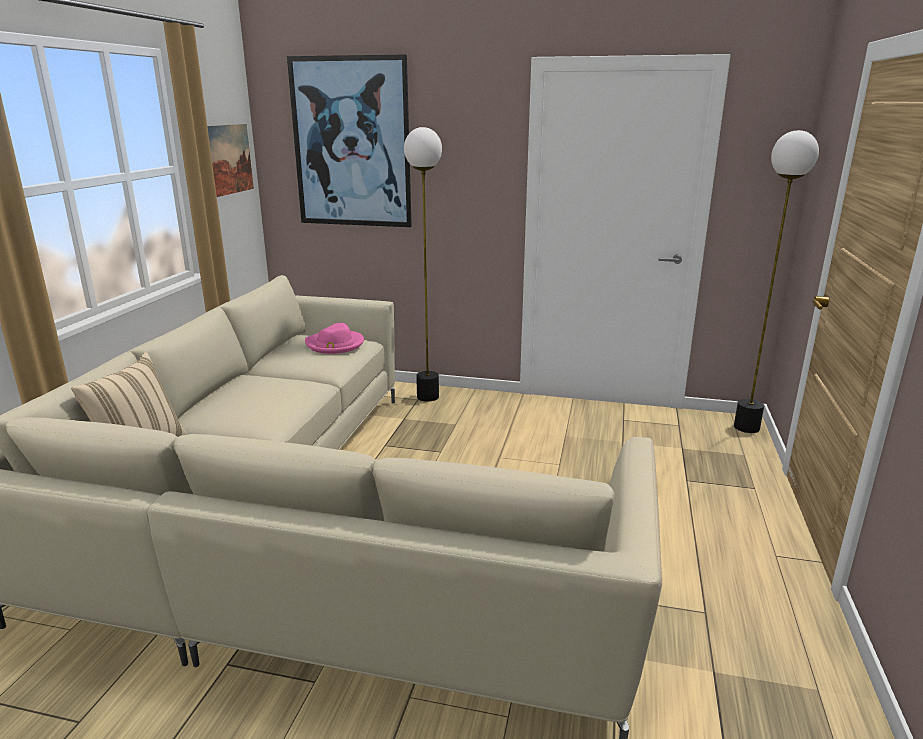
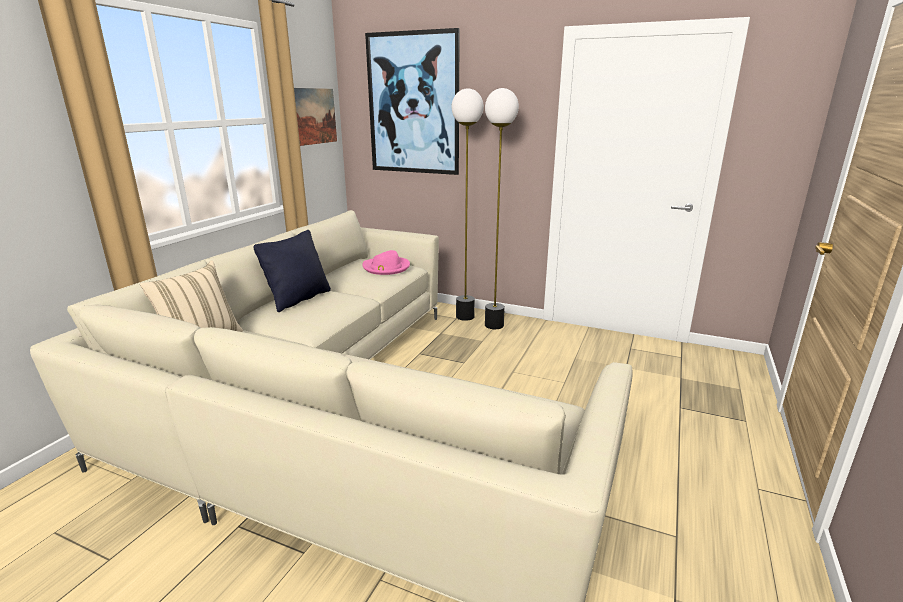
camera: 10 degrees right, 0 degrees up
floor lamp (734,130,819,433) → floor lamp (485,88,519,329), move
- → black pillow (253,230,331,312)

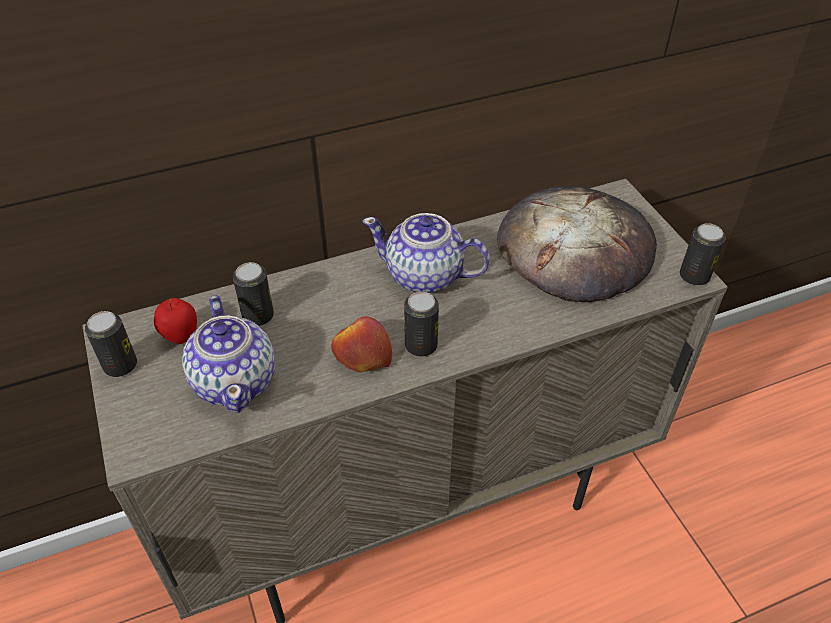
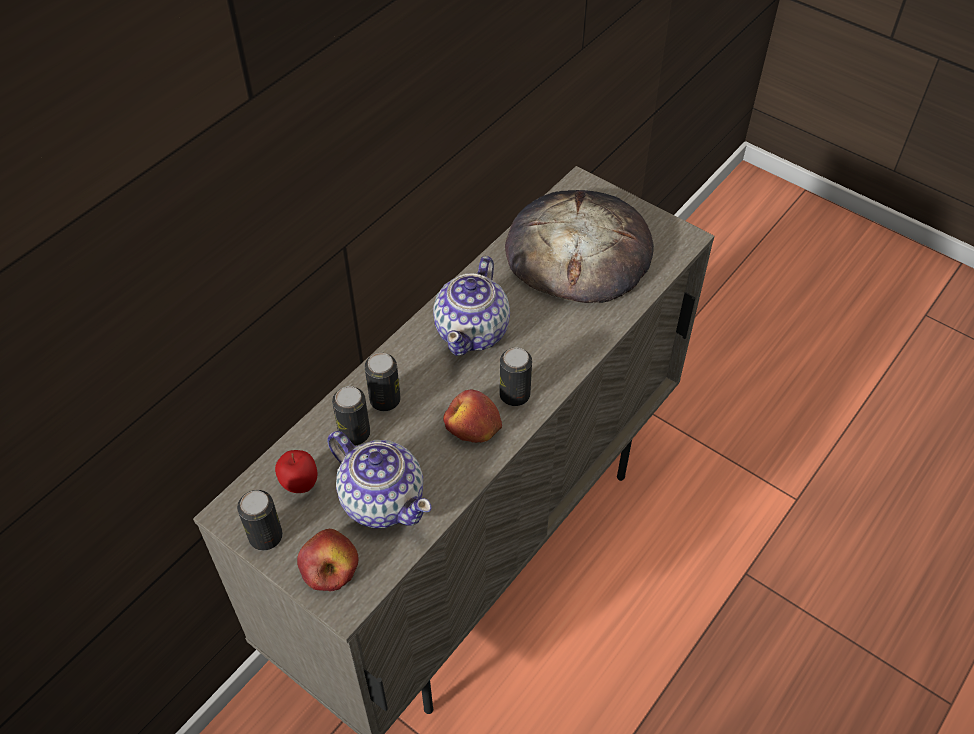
camera: 30 degrees left, 5 degrees up
teapot (362,213,490,293) → teapot (433,256,510,355), 60 degrees counterclockwise
can (680,223,726,286) → can (365,353,401,411), move
- → apple (297,529,359,591)

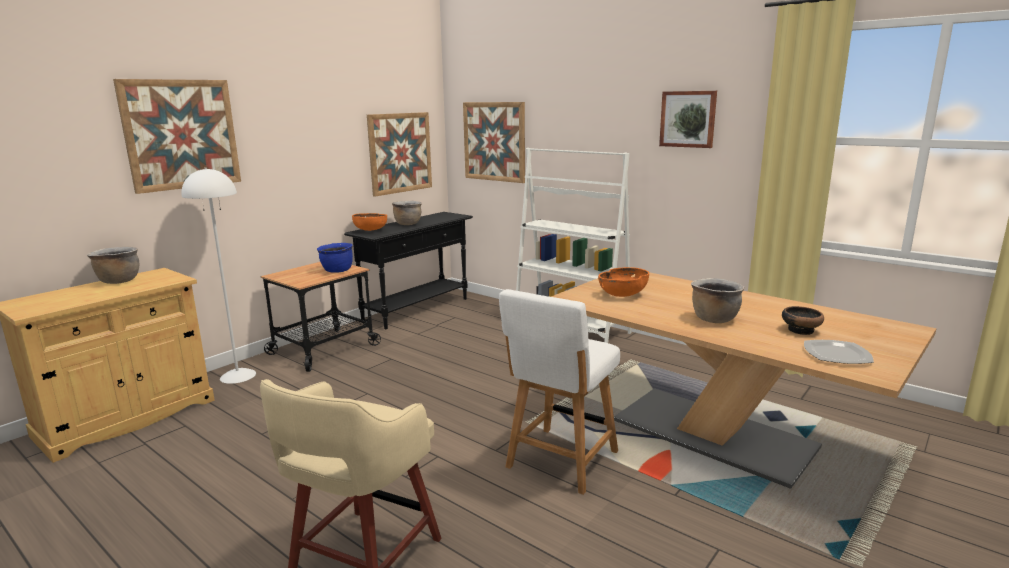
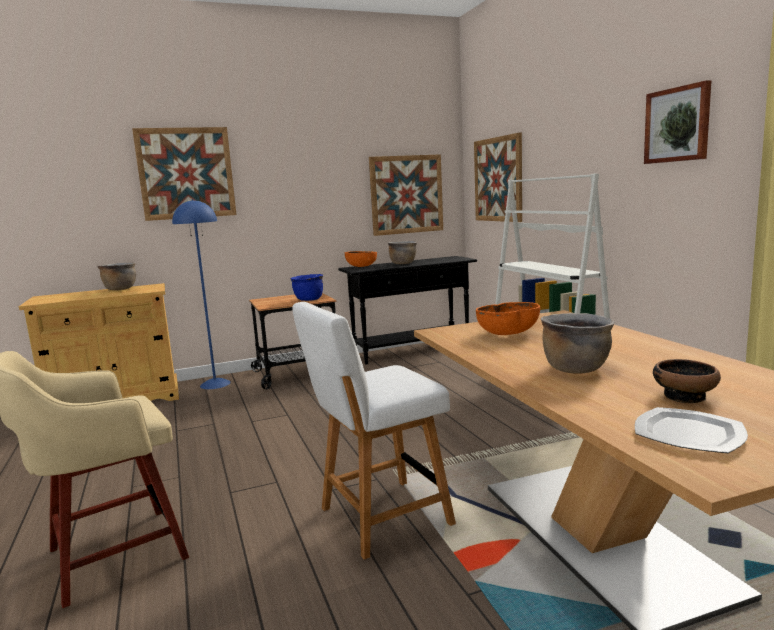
camera: 30 degrees right, 5 degrees down
white floor lamp (181,168,256,384) → blue floor lamp (172,199,231,389)

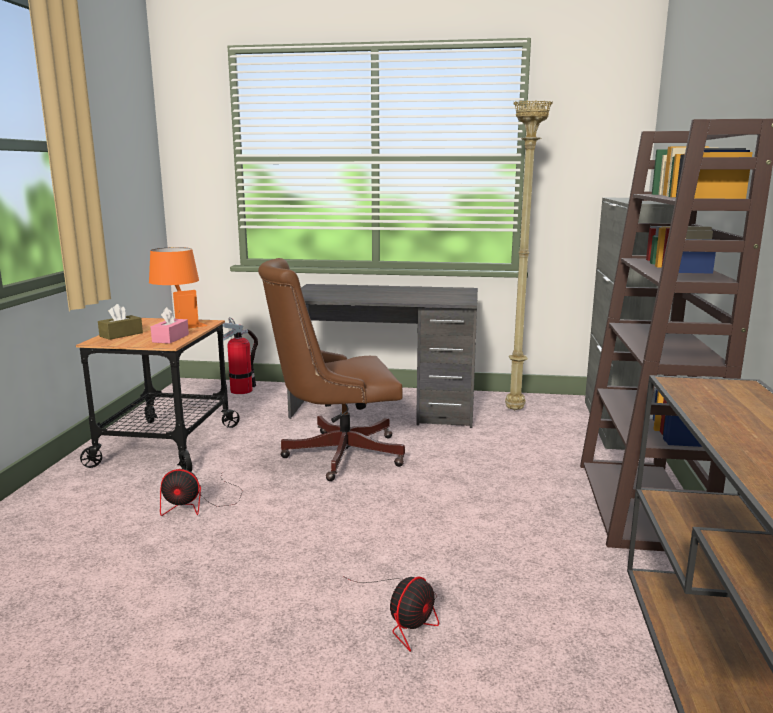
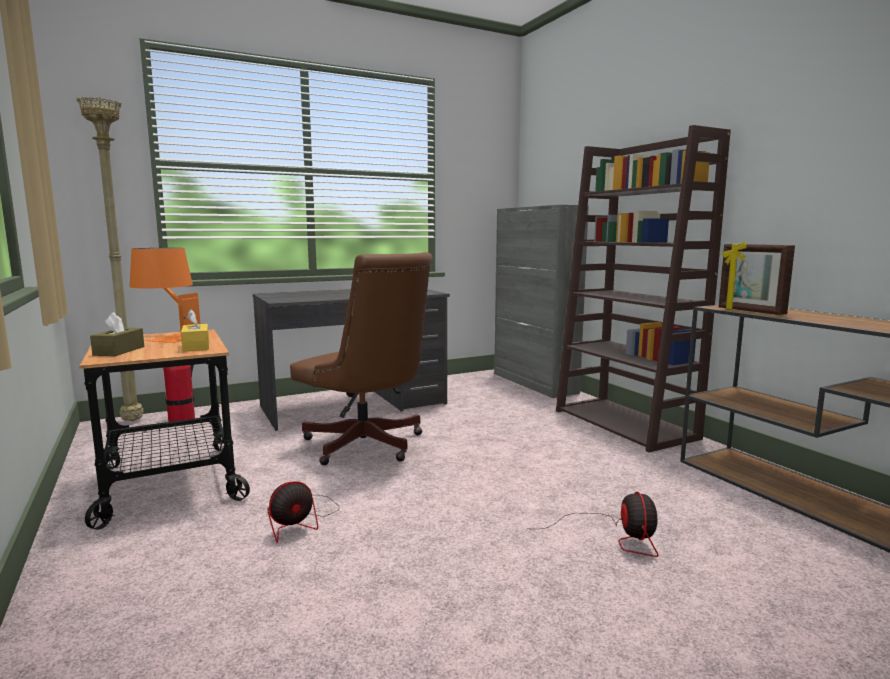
camera: 35 degrees left, 5 degrees down
beige floor lamp (505,100,553,410) → beige floor lamp (76,97,144,421), move
brown office chair (258,258,405,481) → brown office chair (290,252,433,465), 90 degrees counterclockwise
pink tissue box (151,307,189,344) → yellow tissue box (181,309,209,352)
- → picture frame (719,241,795,315)

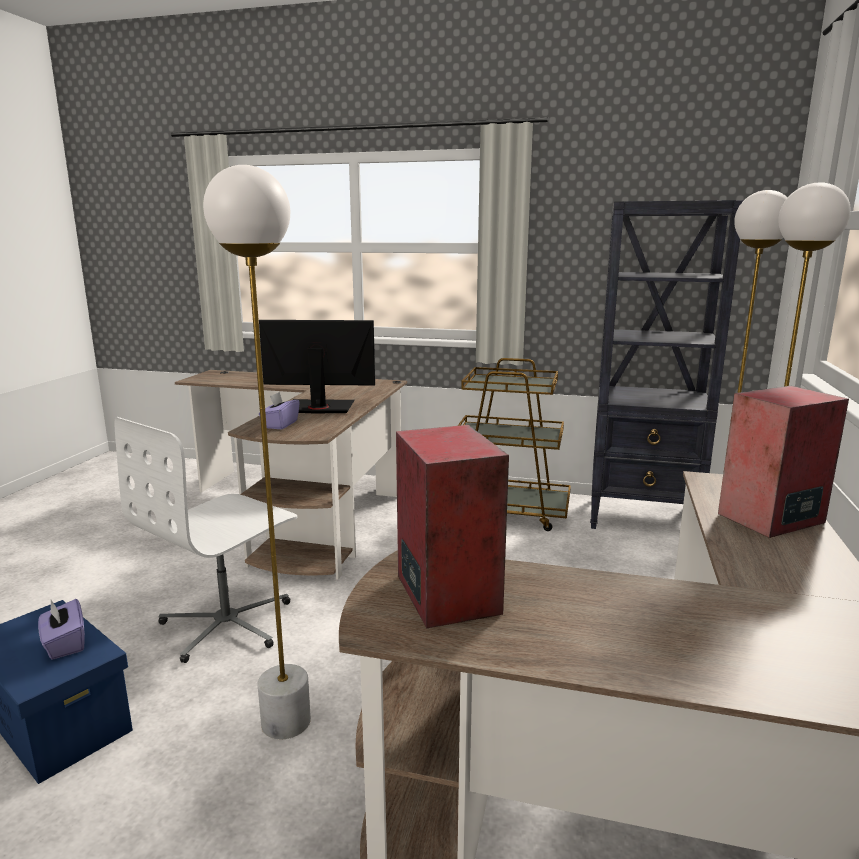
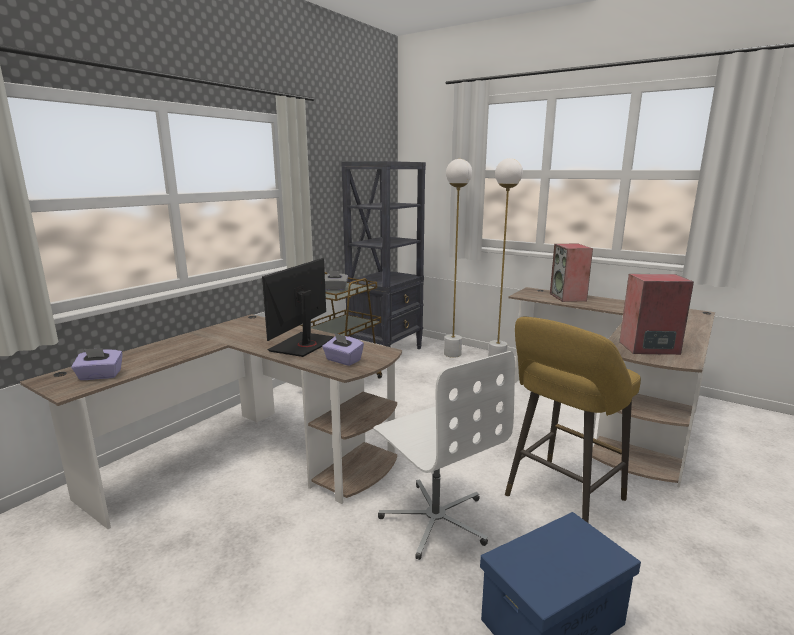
camera: 70 degrees left, 0 degrees up
white floor lamp (203,165,311,739) → yellow stool (505,317,641,523)
purple tissue box (38,599,85,660) → purple tissue box (71,348,123,380), move
- → grey tissue box (325,271,348,291)

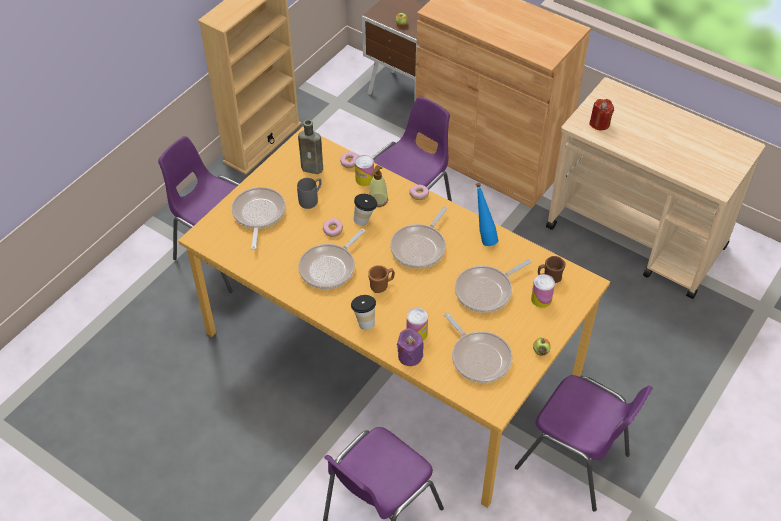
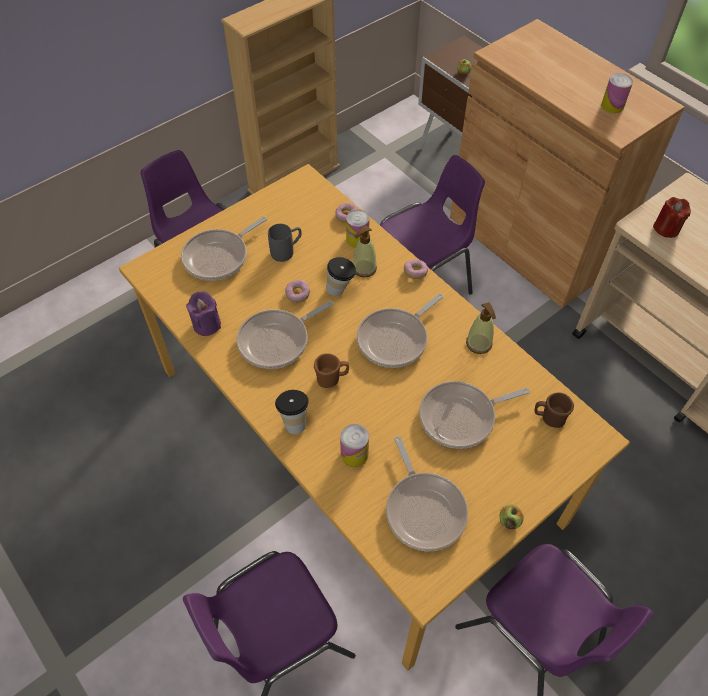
camera: 15 degrees right, 5 degrees up
brown bottle (298,120,323,174) → -
blue bottle (476,183,498,246) → soap dispenser (466,302,496,354)
frying pan (232,187,286,250) → frying pan (181,216,267,281), 150 degrees counterclockwise
can (531,274,555,308) → can (601,73,633,113), move
purple candle (397,328,424,366) → purple candle (186,291,221,336), move

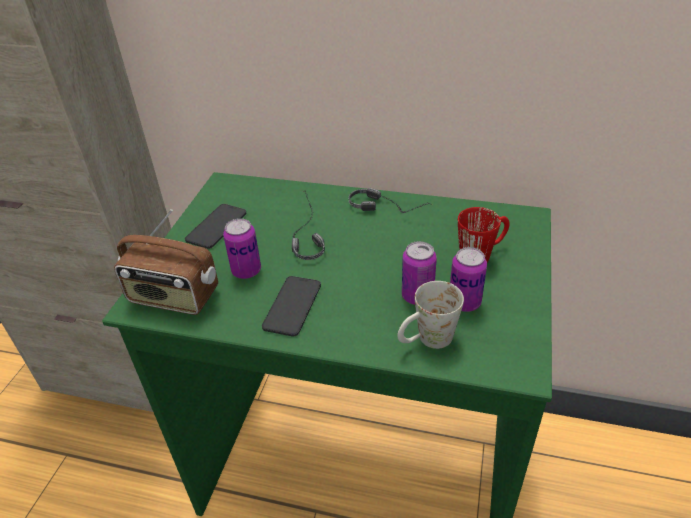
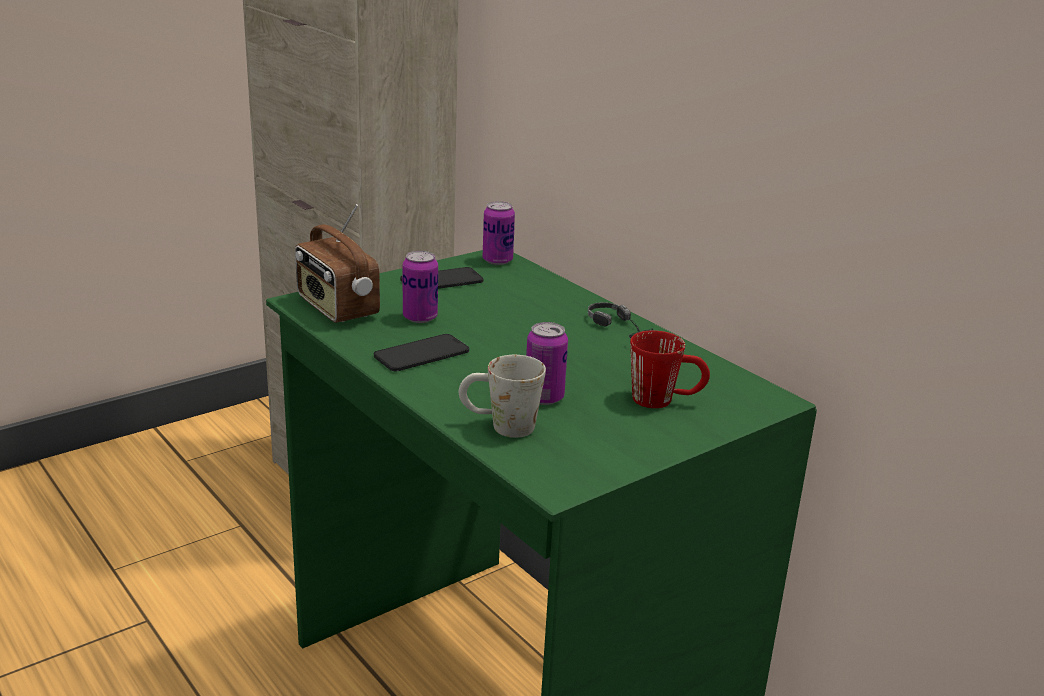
camera: 35 degrees right, 15 degrees down
headphones (292,190,325,260) → -
can (450,247,487,312) → can (483,201,515,265), move

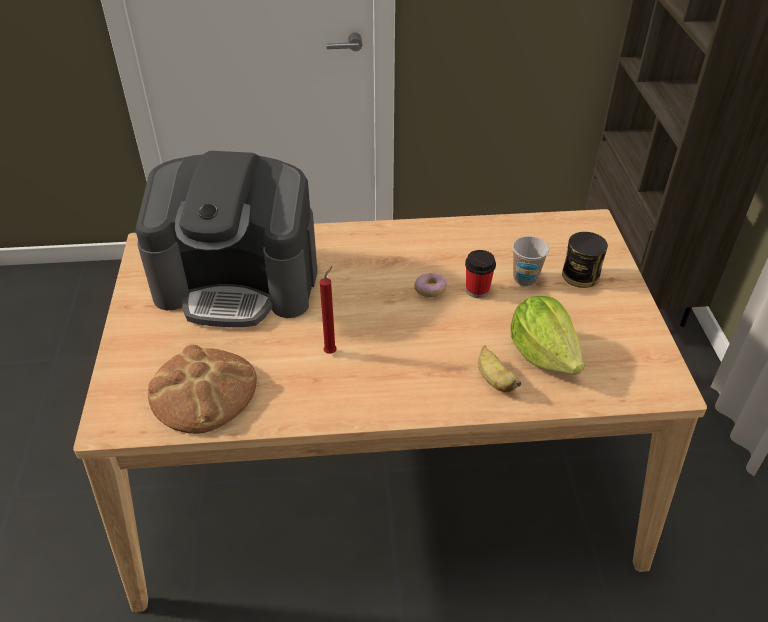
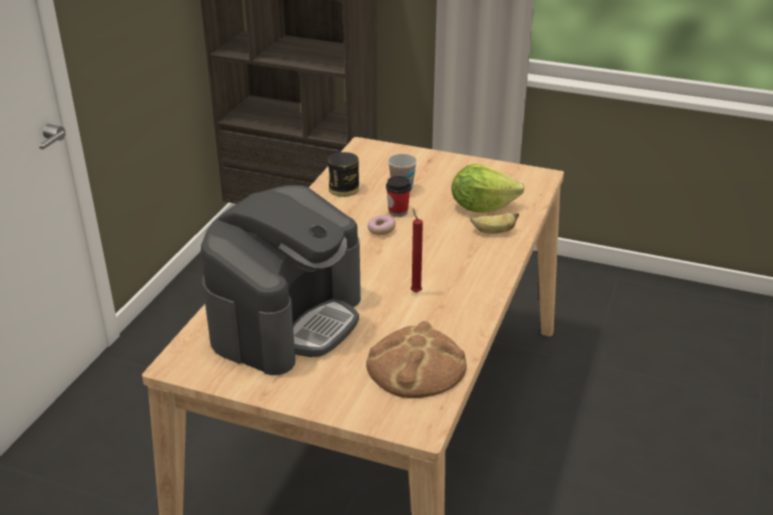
camera: 65 degrees left, 10 degrees down
can (562,232,608,288) → can (328,152,359,197), move

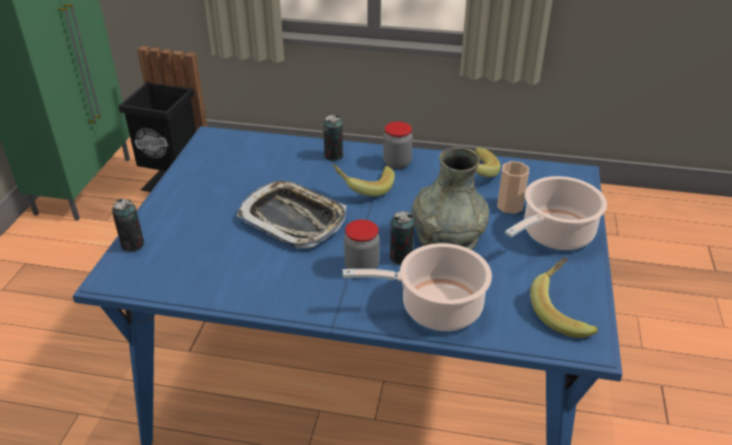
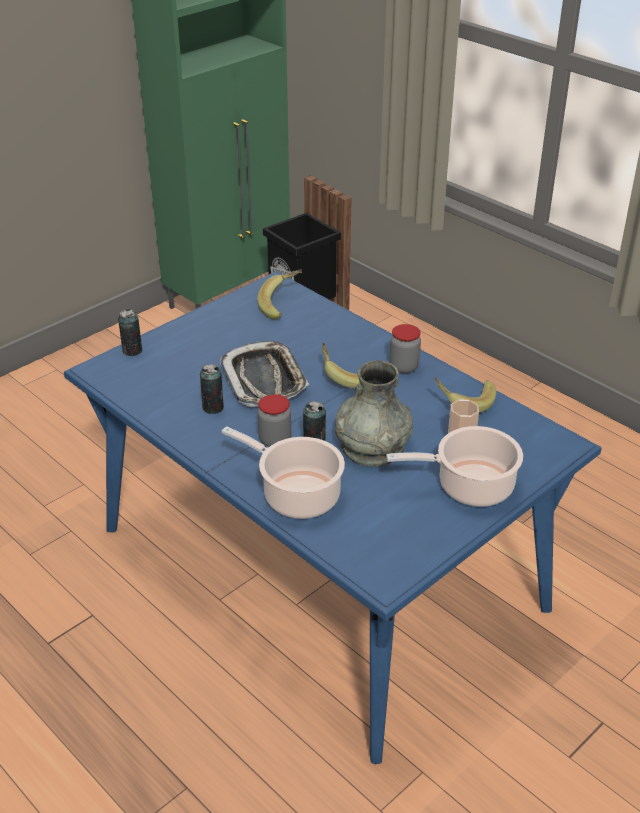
camera: 35 degrees right, 0 degrees up
can (323,115,343,161) → can (200,364,224,414), move
banana (530,257,598,338) → banana (257,270,302,319), move

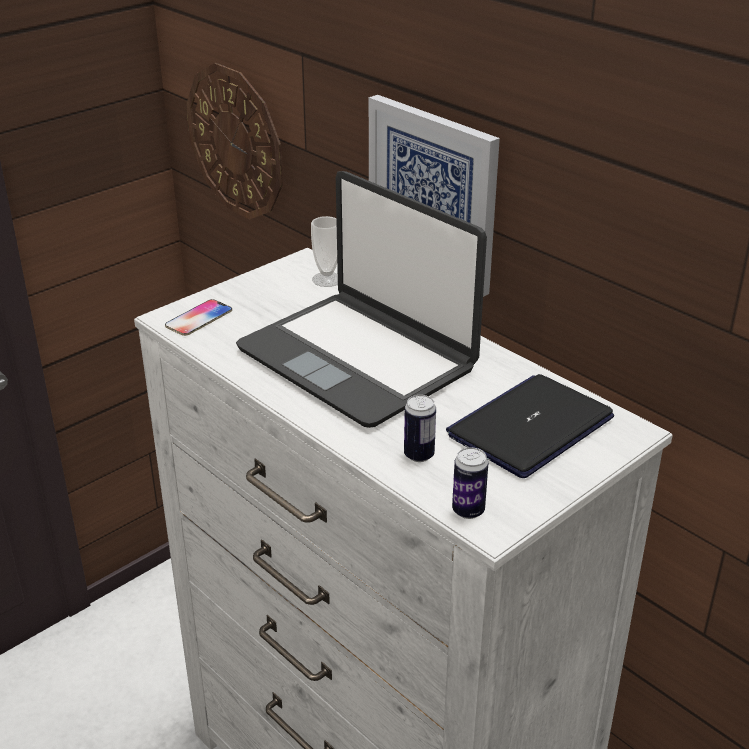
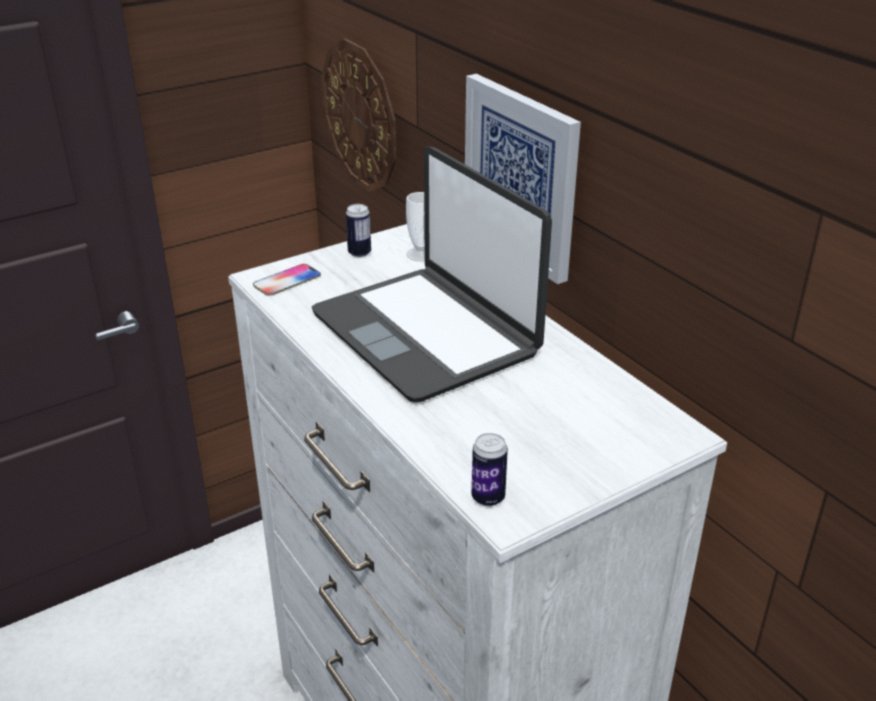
camera: 10 degrees right, 0 degrees up
laptop (446,374,614,478) → -
can (404,395,436,462) → can (346,204,371,257), move

